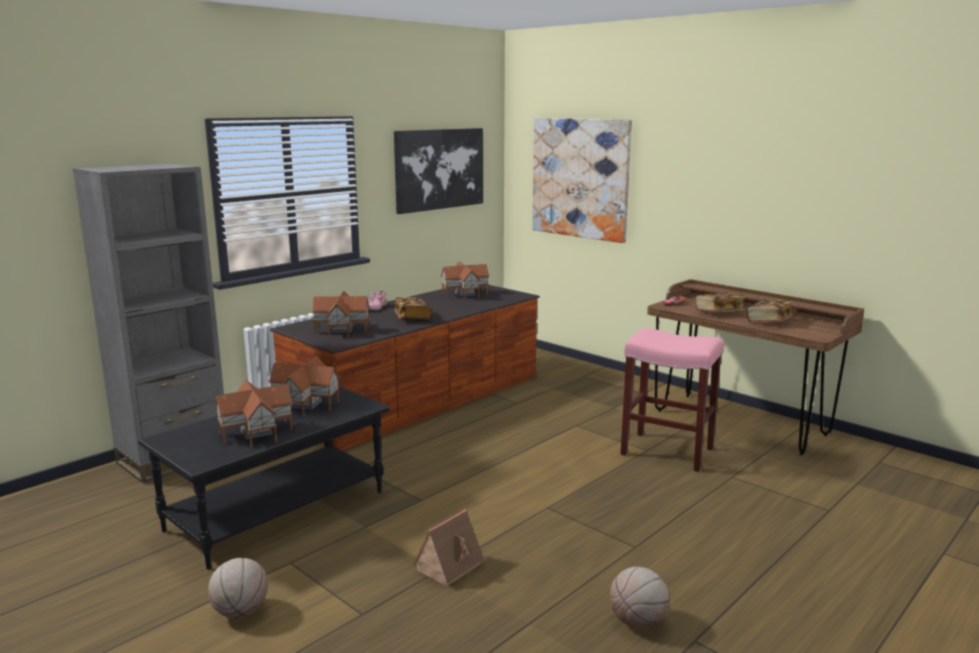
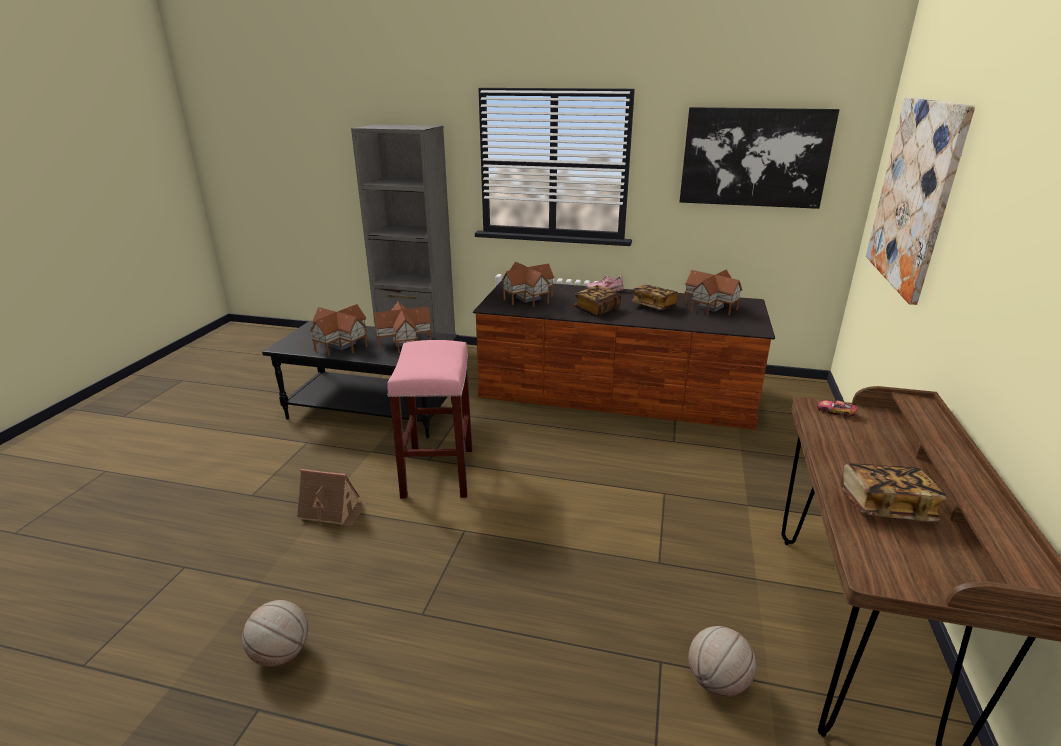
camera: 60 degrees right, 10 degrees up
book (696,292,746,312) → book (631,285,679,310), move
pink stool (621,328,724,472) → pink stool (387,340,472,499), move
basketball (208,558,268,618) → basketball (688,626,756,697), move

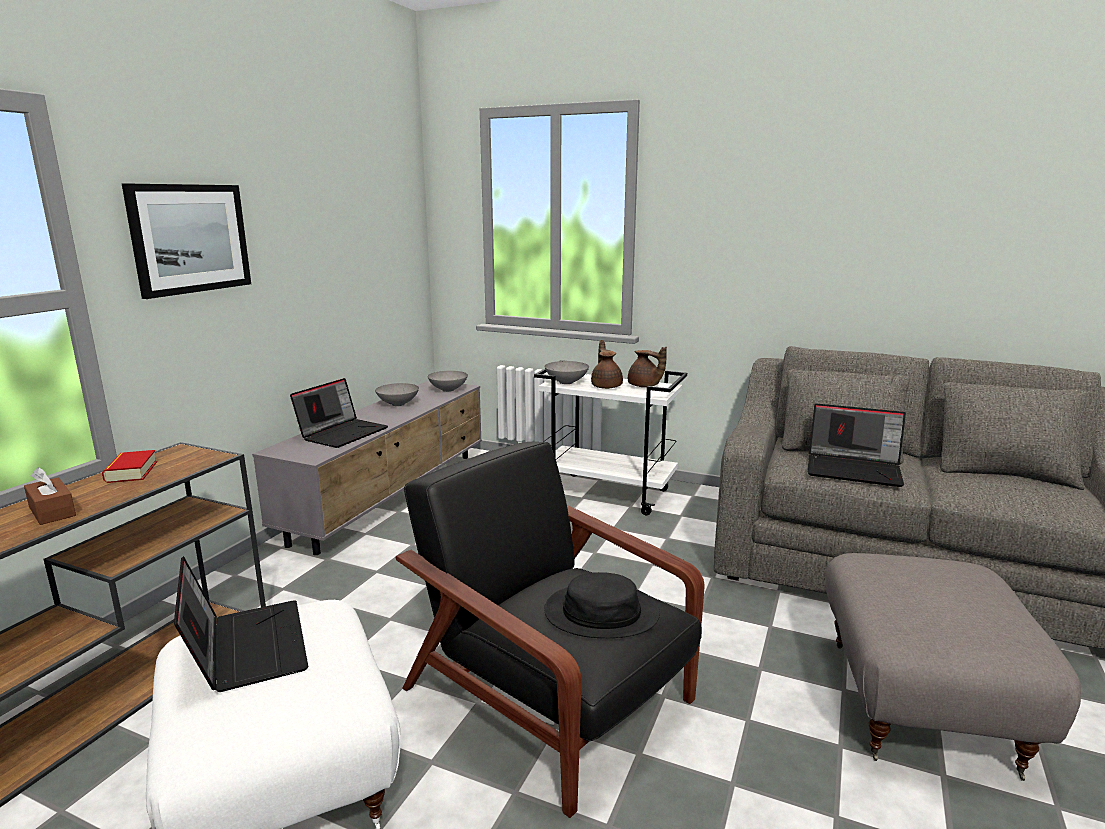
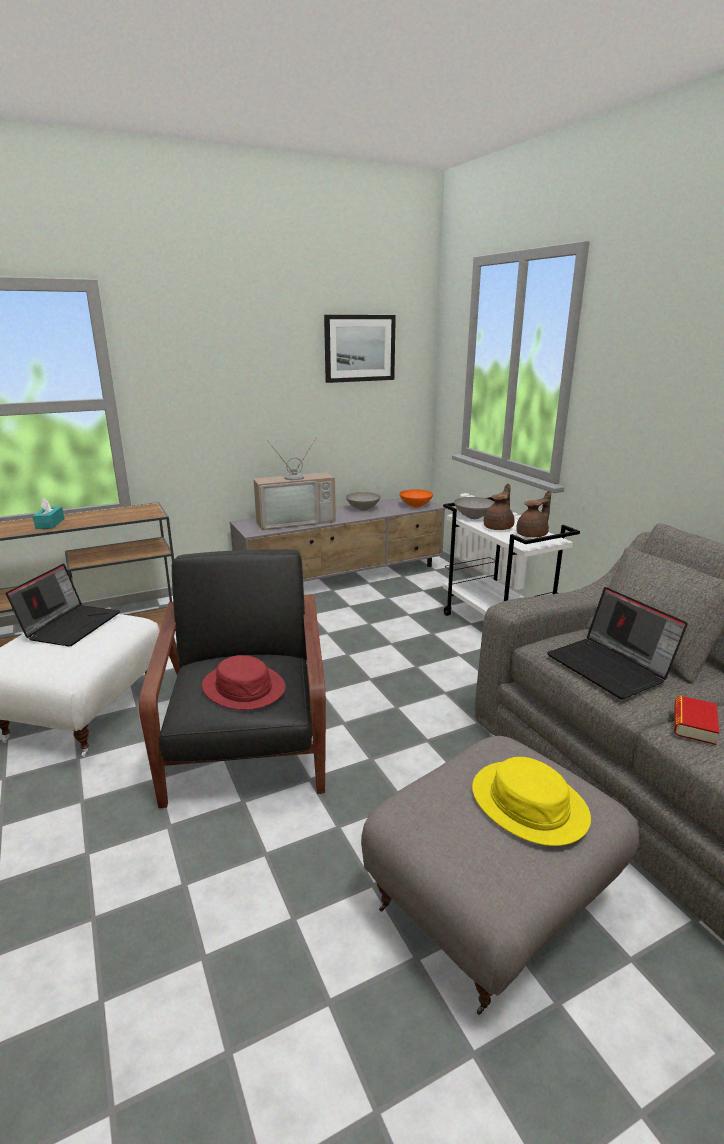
camera: 40 degrees right, 5 degrees up
picture (122,184,251,299) → picture (324,315,396,383), move
brown teapot (628,347,667,387) → brown teapot (516,490,551,538), 120 degrees counterclockwise
grey bowl (427,371,468,392) → orange bowl (399,489,433,508)
laptop (290,378,388,448) → television (253,437,336,530)
book (102,450,157,483) → book (674,695,719,745), move
brown tissue box (24,467,76,525) → turquoise tissue box (33,498,64,529)
black hat (544,572,660,638) → red hat (202,655,286,710)
- → yellow hat (472,757,591,846)

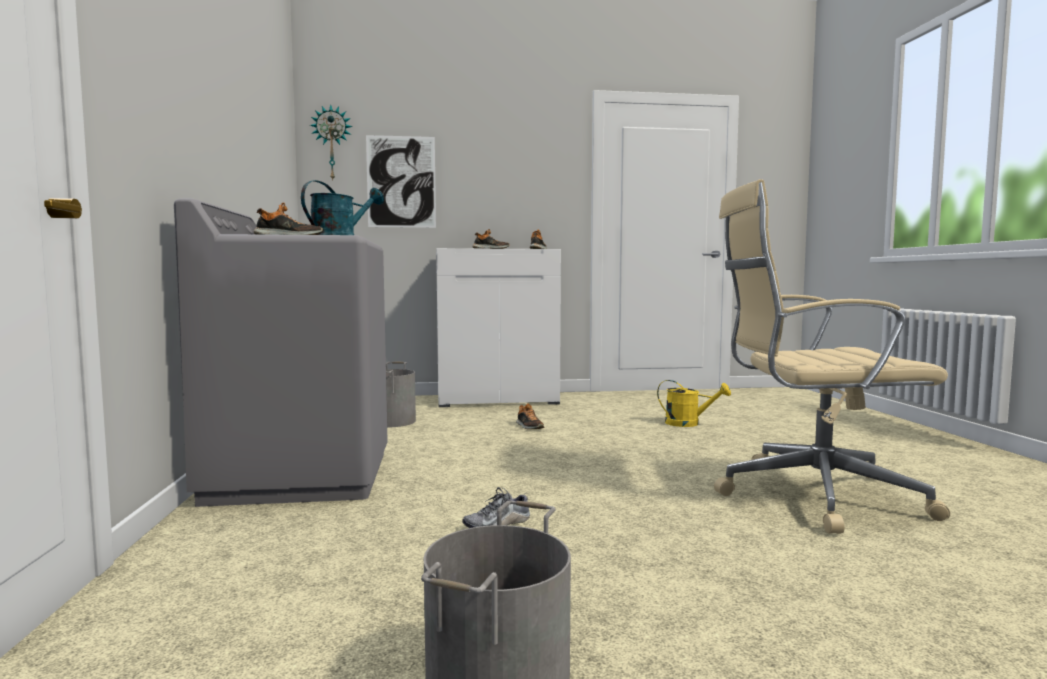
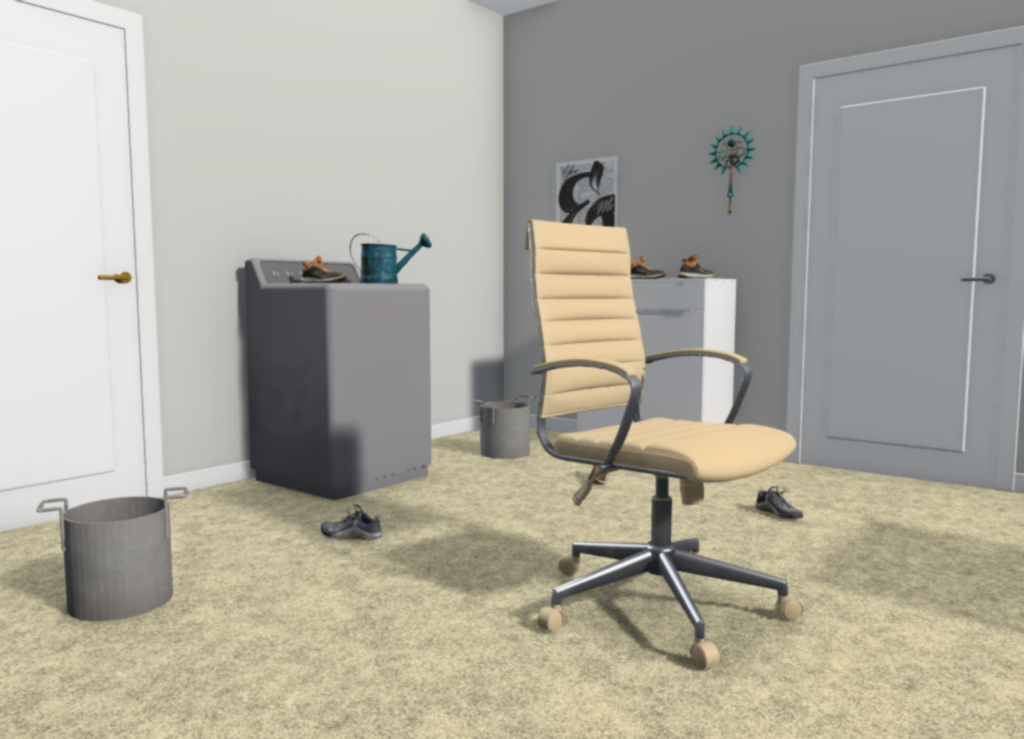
camera: 45 degrees right, 0 degrees up
wall clock (310,104,352,181) → wall clock (709,126,756,217), move
yellow watering can (657,380,731,427) → shoe (756,485,803,519)

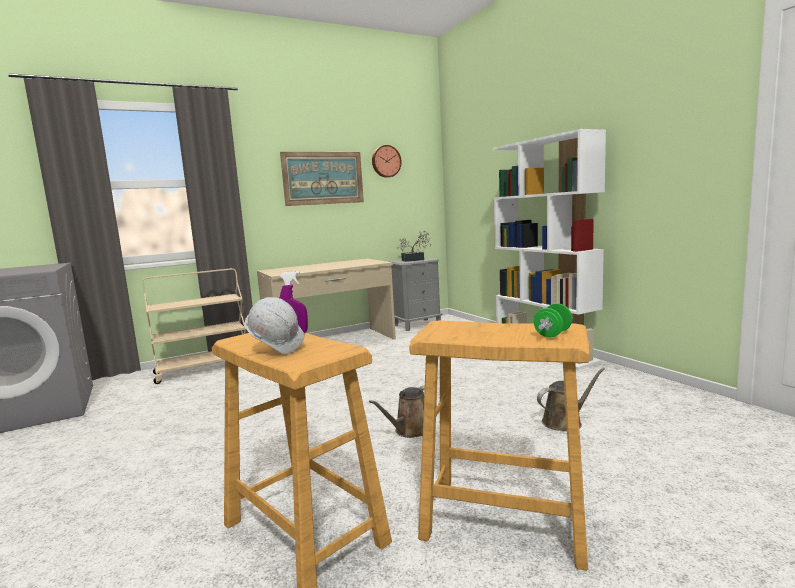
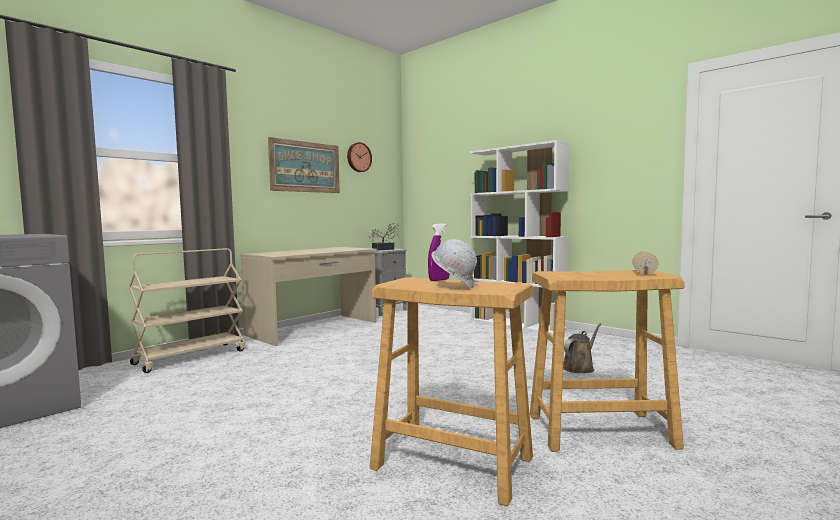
camera: 20 degrees left, 5 degrees down
green dumbbell (534,303,572,337) → beige dumbbell (632,251,658,275)
brown watering can (369,386,425,438) → -

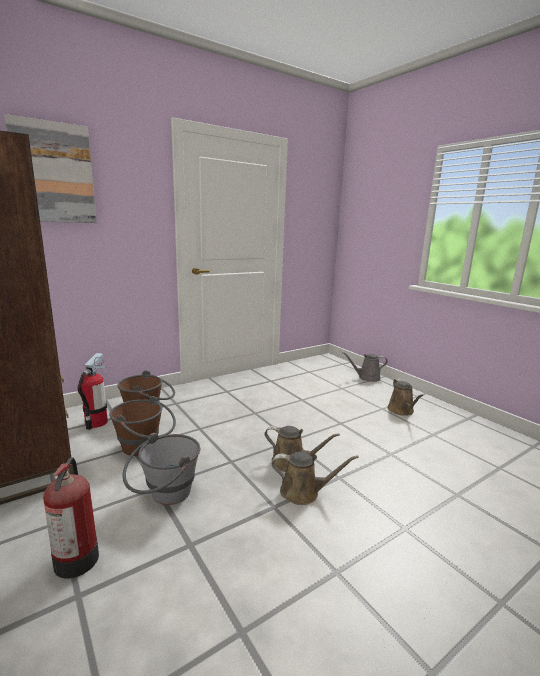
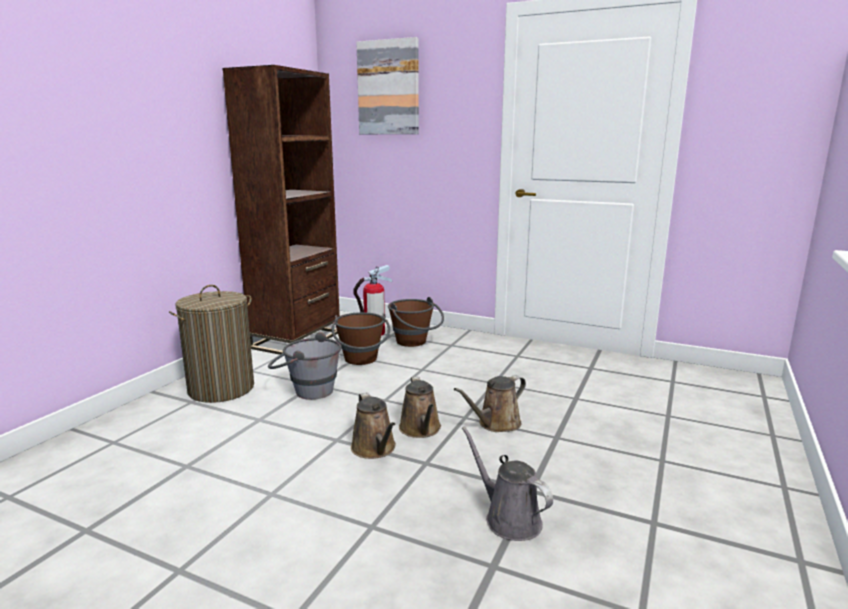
camera: 60 degrees right, 0 degrees up
grey watering can (342,352,388,382) → grey watering can (462,426,553,541), move
brown watering can (388,379,424,416) → brown watering can (454,375,526,432), move
fire extinguisher (43,457,99,579) → laundry basket (169,285,254,403)

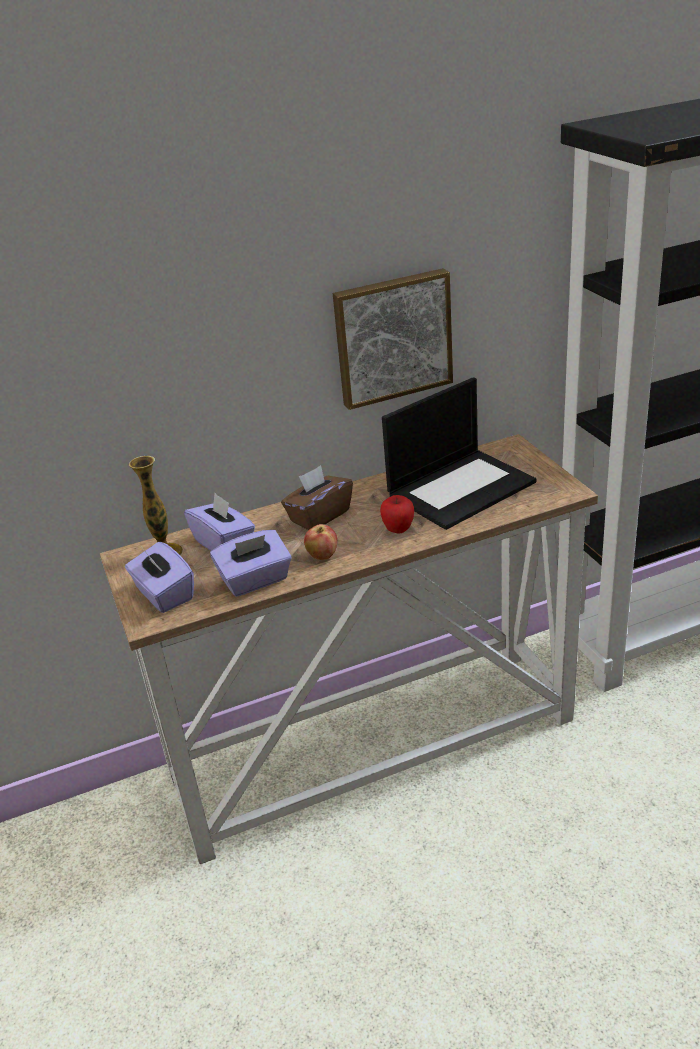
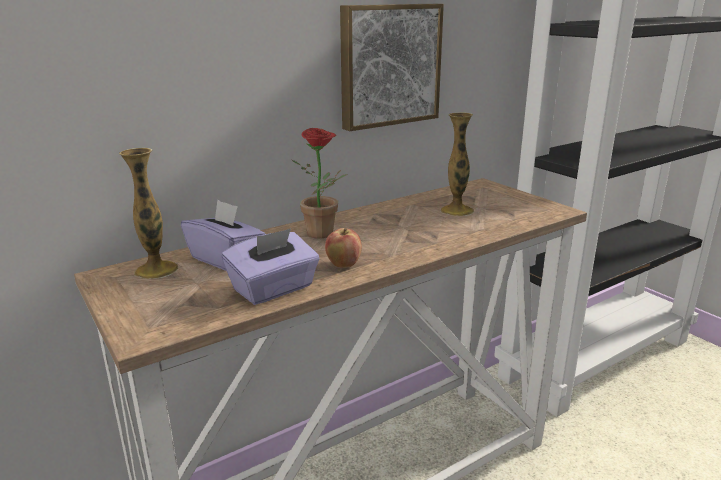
camera: 15 degrees left, 10 degrees down
laptop (382,377,537,530) → vase (440,112,474,216)
brown tissue box (281,466,353,530) → potted plant (292,128,348,238)
apple (380,495,414,533) → -
purple tissue box (125,542,194,613) → -

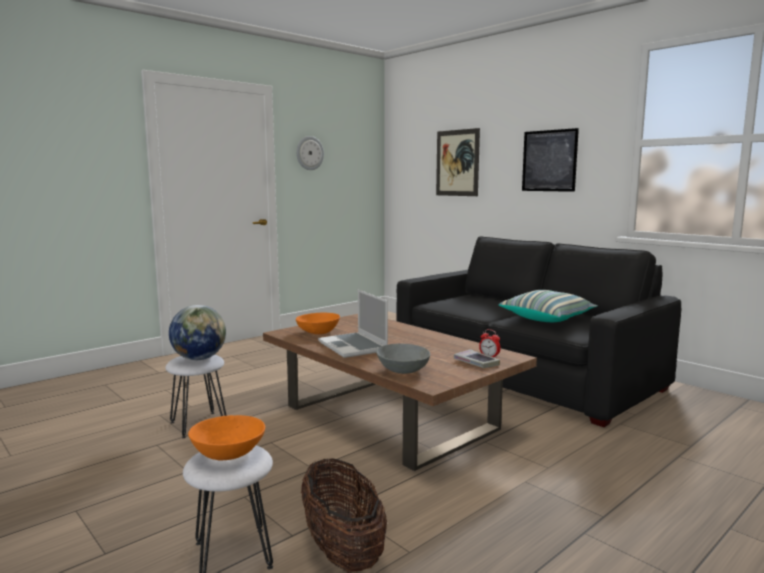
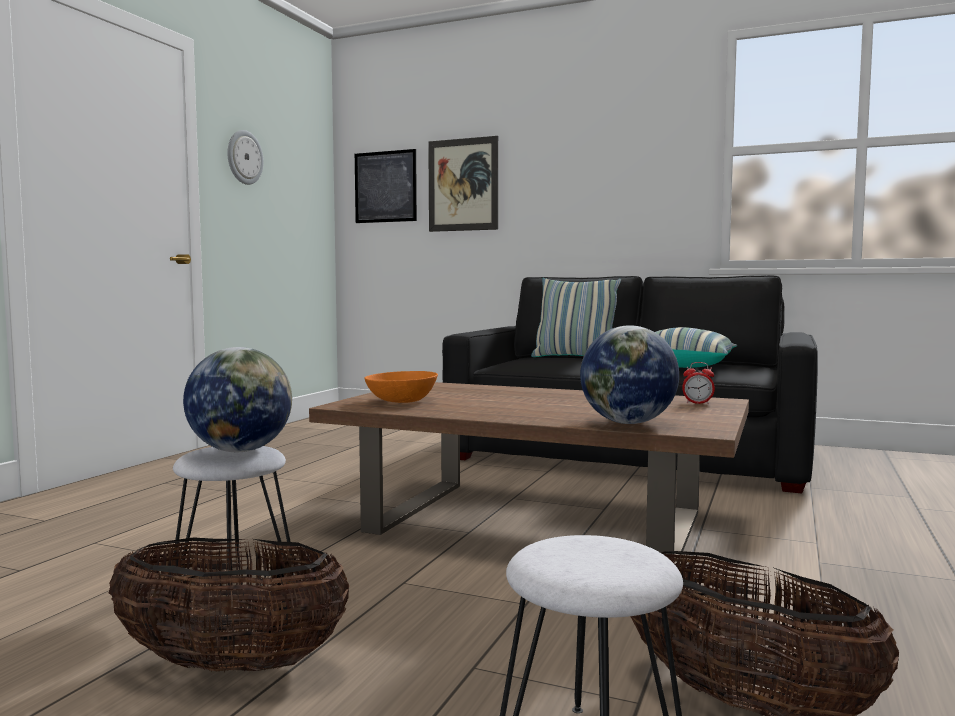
camera: 25 degrees left, 5 degrees down
picture (522,128,579,192) → picture (355,149,417,223), move
laptop (318,289,388,358) → -
grey bowl (376,343,430,374) → globe (580,326,679,424)
book (454,349,500,368) → -
orange bowl (188,415,265,460) → -
- → pillow (531,278,621,357)
- → basket (109,537,350,672)

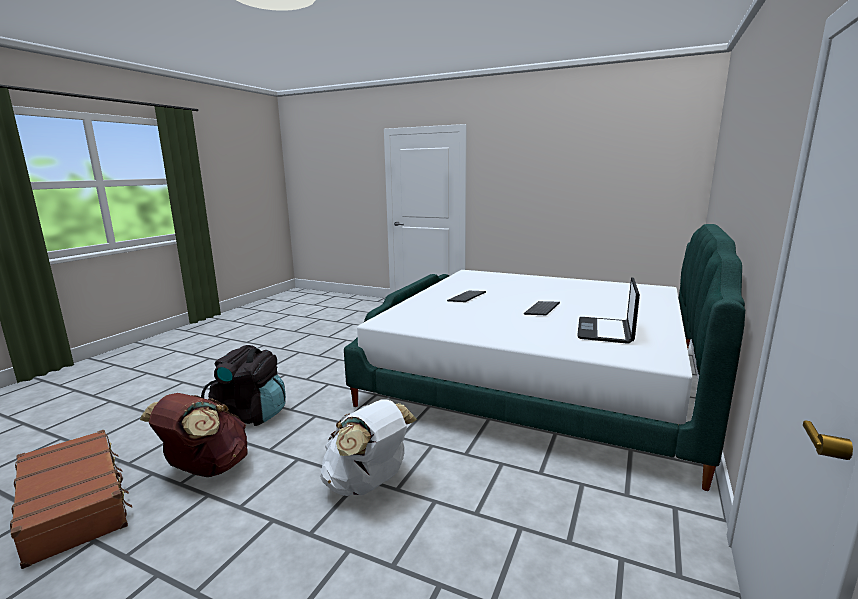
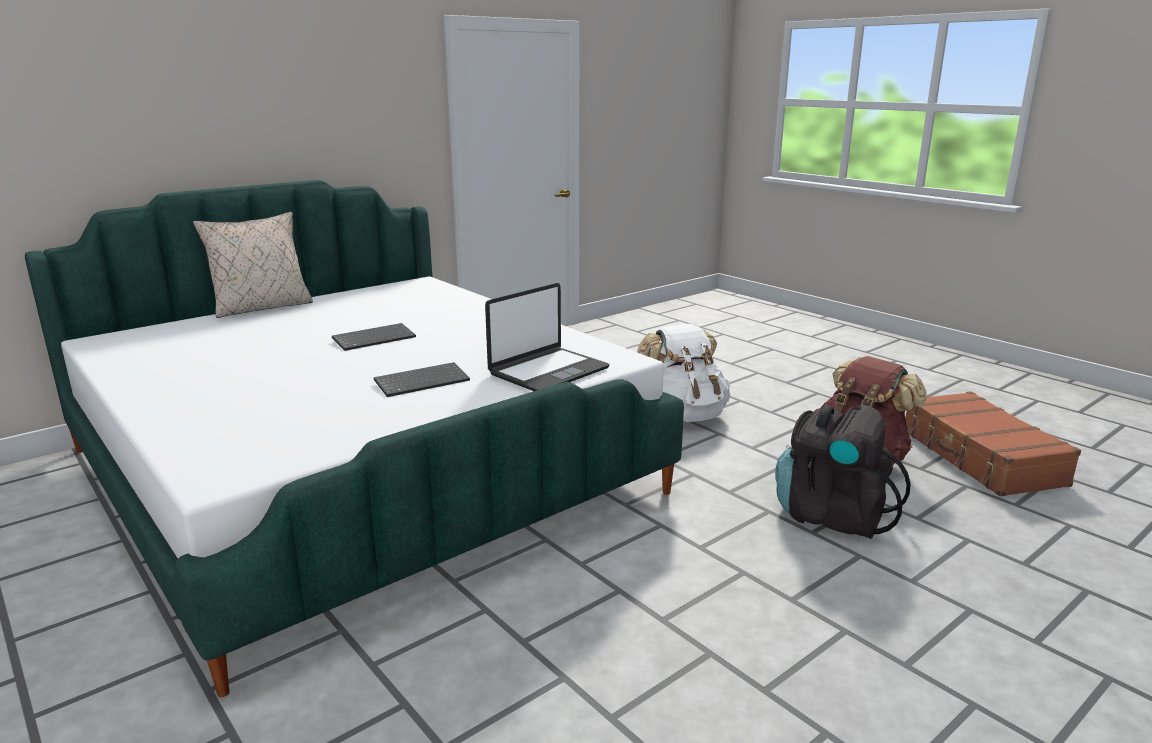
camera: 155 degrees left, 5 degrees up
laptop (577,277,640,344) → laptop (485,283,610,391), move
- → beige pillow (193,212,313,318)

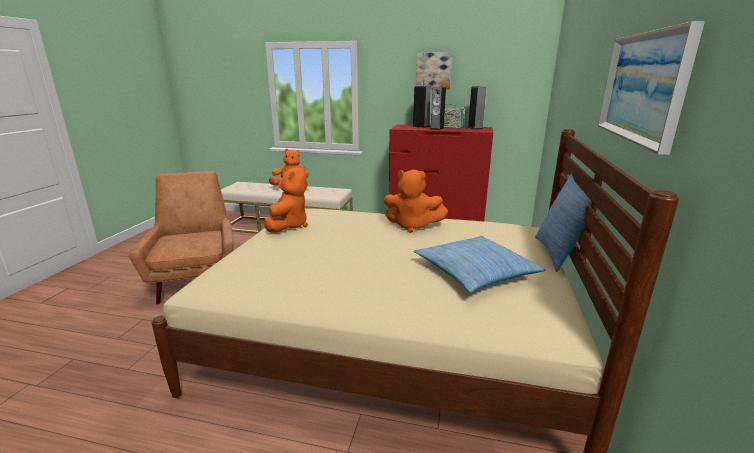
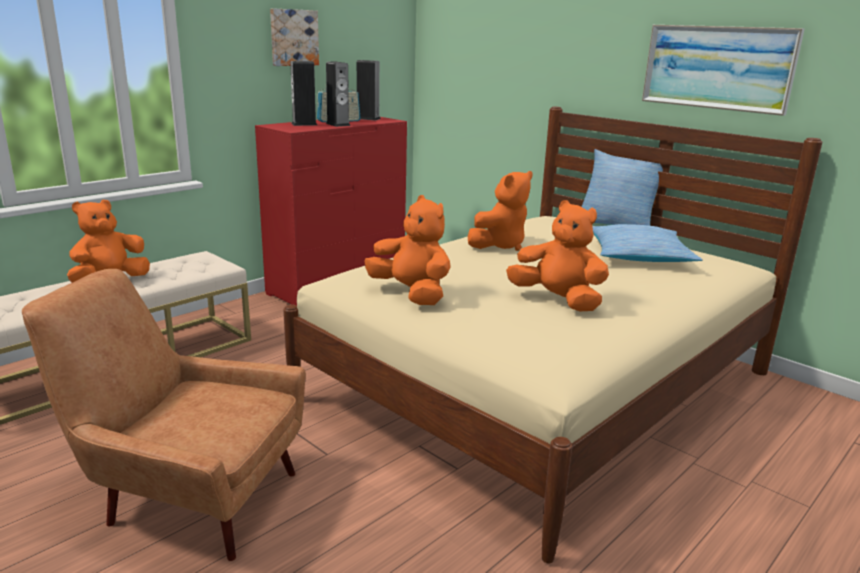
camera: 60 degrees left, 0 degrees up
- → orange plush toy (506,200,609,312)

